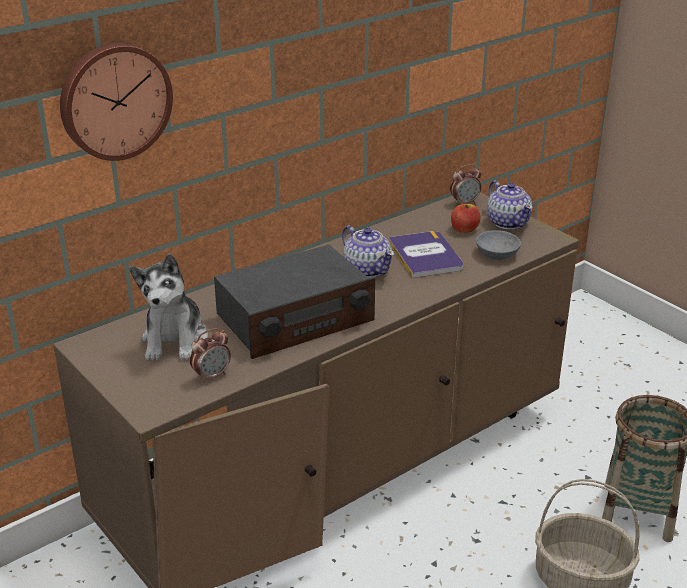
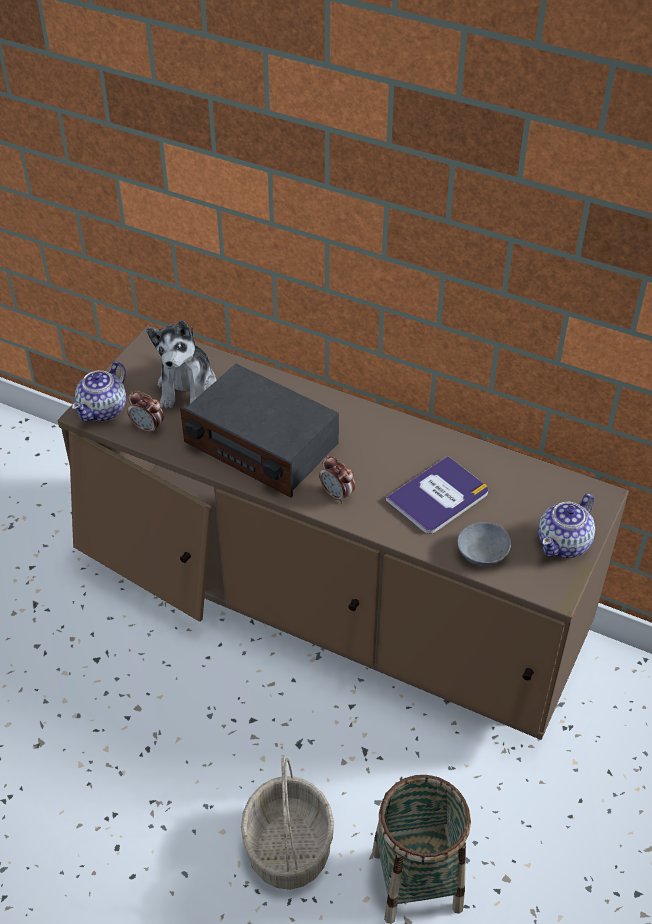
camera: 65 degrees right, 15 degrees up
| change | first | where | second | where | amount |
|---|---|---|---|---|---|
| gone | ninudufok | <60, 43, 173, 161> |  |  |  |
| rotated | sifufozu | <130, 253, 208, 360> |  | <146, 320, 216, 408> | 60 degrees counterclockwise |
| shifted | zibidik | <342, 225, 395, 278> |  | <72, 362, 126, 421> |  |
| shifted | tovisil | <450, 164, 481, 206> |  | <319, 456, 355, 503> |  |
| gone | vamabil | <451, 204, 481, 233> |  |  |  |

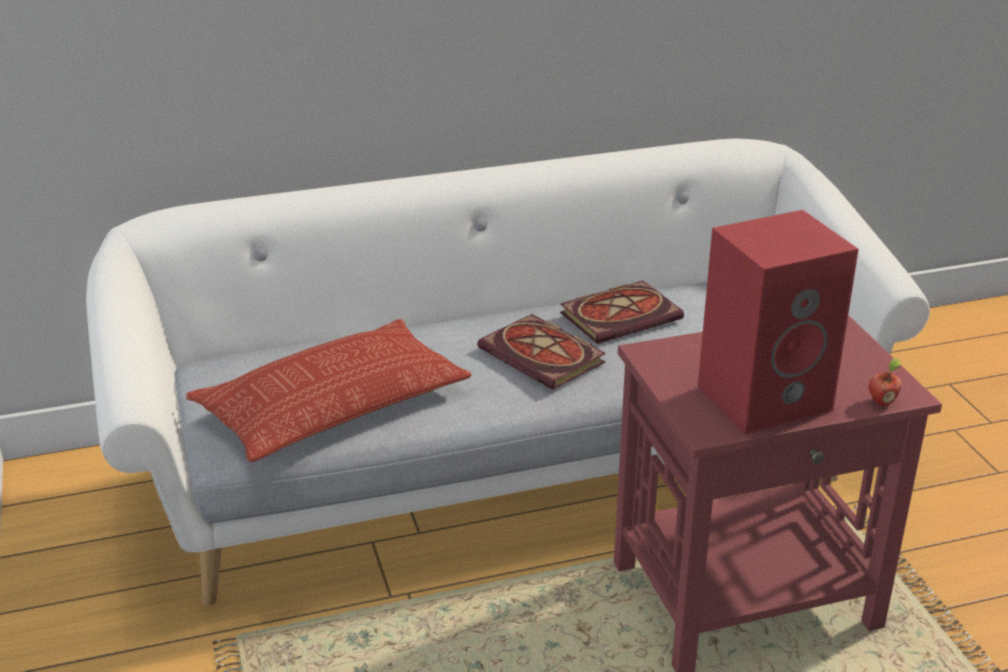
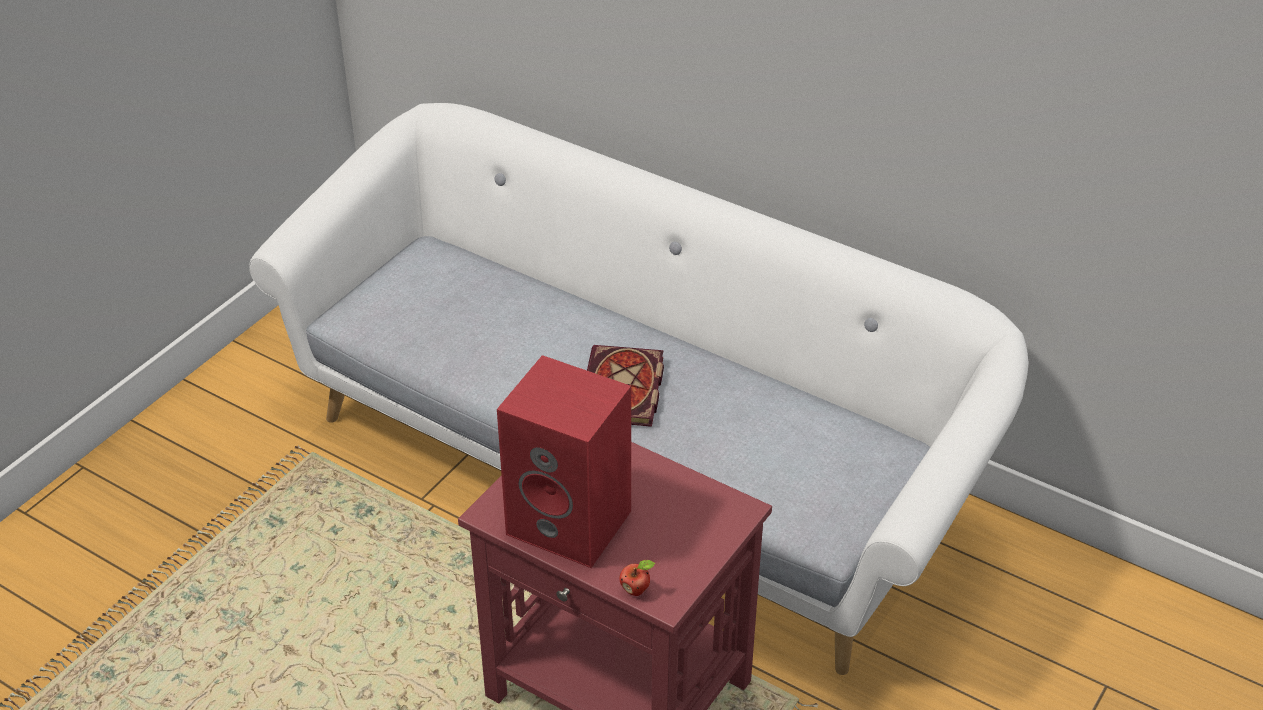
camera: 50 degrees right, 10 degrees up
| change | first | where | second | where | amount |
|---|---|---|---|---|---|
| gone | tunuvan | <186, 319, 471, 462> |  |  |  |
| gone | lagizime | <560, 281, 684, 344> |  |  |  |

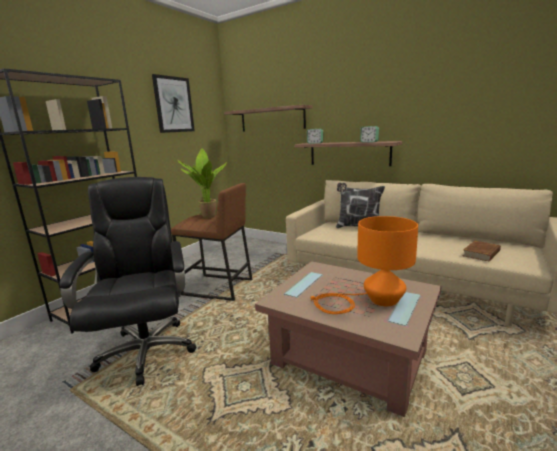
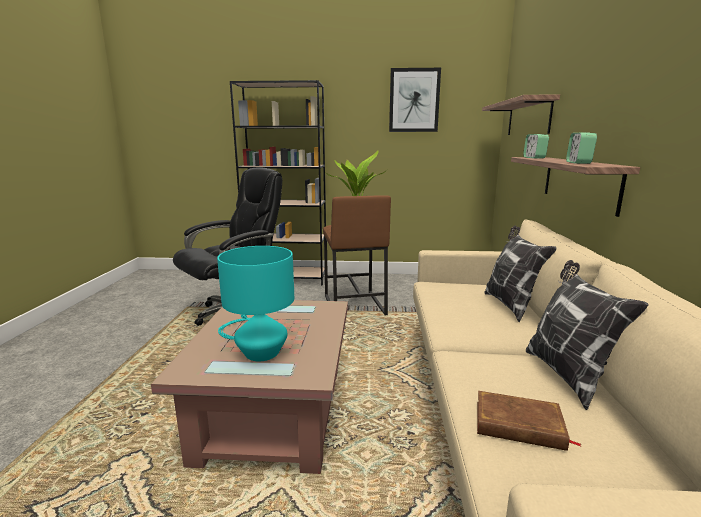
camera: 60 degrees right, 0 degrees up
| change | first | where | second | where | amount |
|---|---|---|---|---|---|
| repainted | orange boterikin | <310, 216, 418, 314> | turquoise boterikin | <217, 246, 294, 361> |  |
| new |  |  | tunuvan | <526, 260, 649, 410> |  |

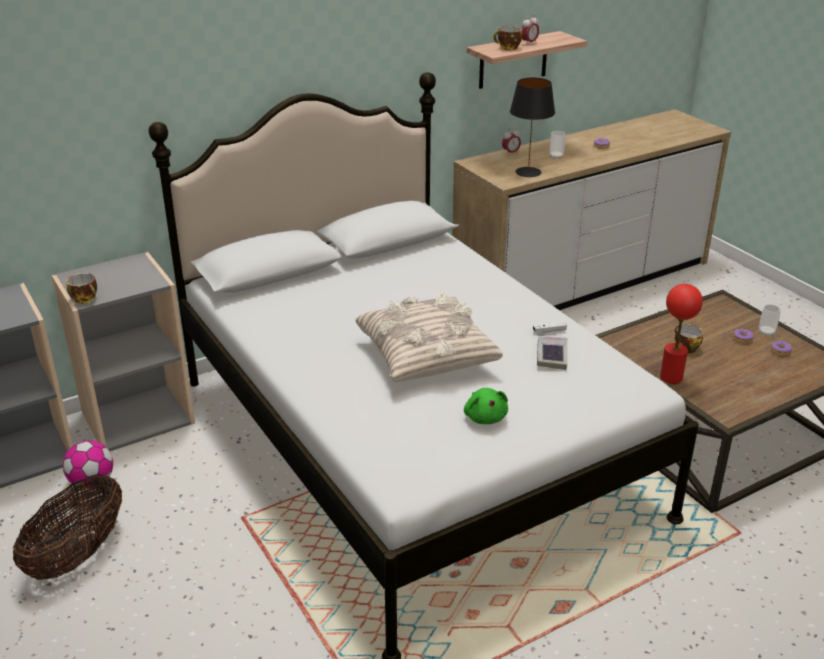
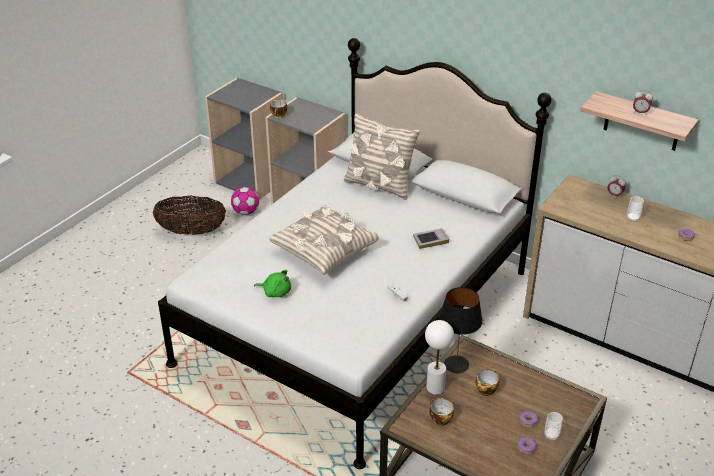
camera: 65 degrees right, 5 degrees up
| change | first | where | second | where | amount |
|---|---|---|---|---|---|
| rotated | green sifufozu | <464, 388, 508, 424> |  | <254, 270, 291, 297> | 120 degrees counterclockwise |
| shifted | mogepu | <493, 26, 522, 50> |  | <430, 398, 454, 426> |  |
| shifted | black boterikin | <510, 78, 555, 177> |  | <439, 287, 483, 373> |  |
| shifted | lagizime | <537, 336, 567, 370> |  | <413, 228, 449, 249> |  |
| repainted | red boterikin | <660, 284, 703, 384> | white boterikin | <425, 320, 454, 395> |  |
| new |  |  | beige tunuvan | <344, 113, 420, 200> |  |

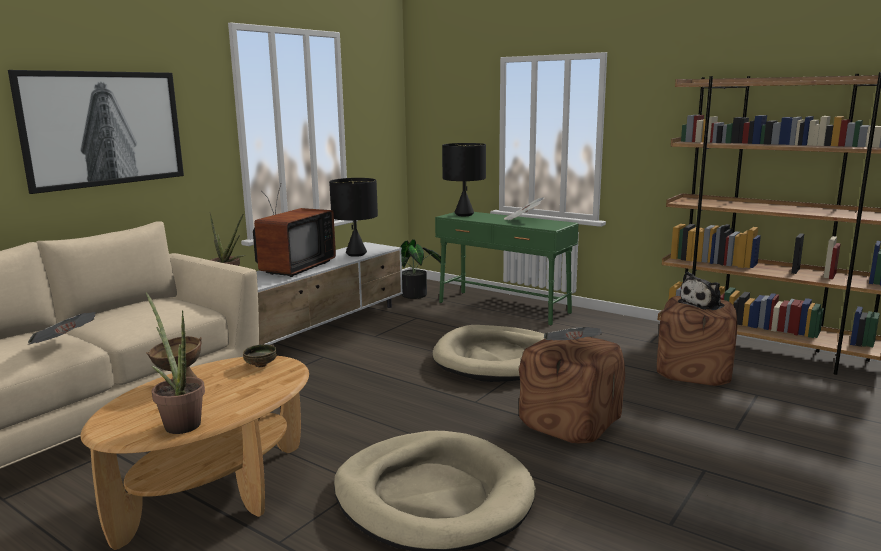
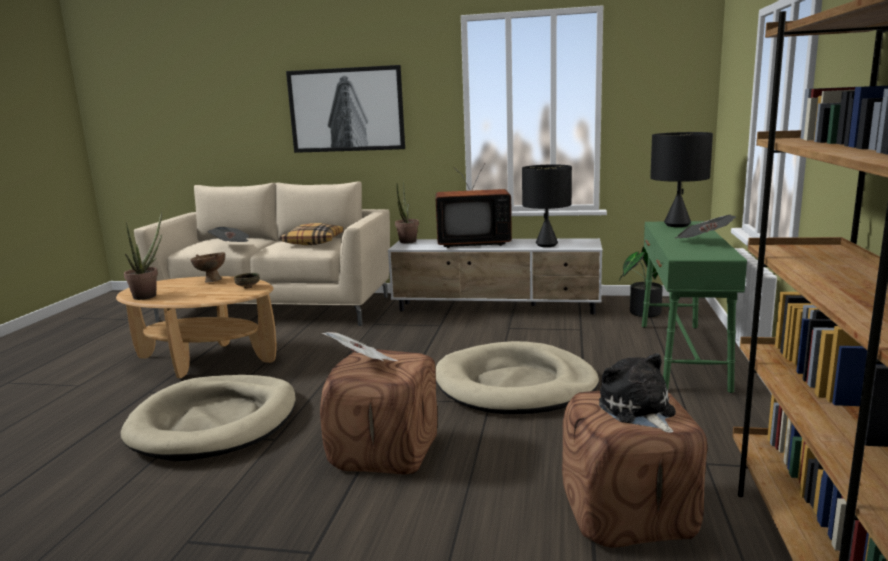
camera: 65 degrees right, 0 degrees up
| change | first | where | second | where | amount |
|---|---|---|---|---|---|
| rotated | sifufozu | <678, 272, 724, 310> |  | <599, 353, 676, 433> | 45 degrees clockwise |
| new |  |  | tunuvan | <280, 223, 344, 245> |  |

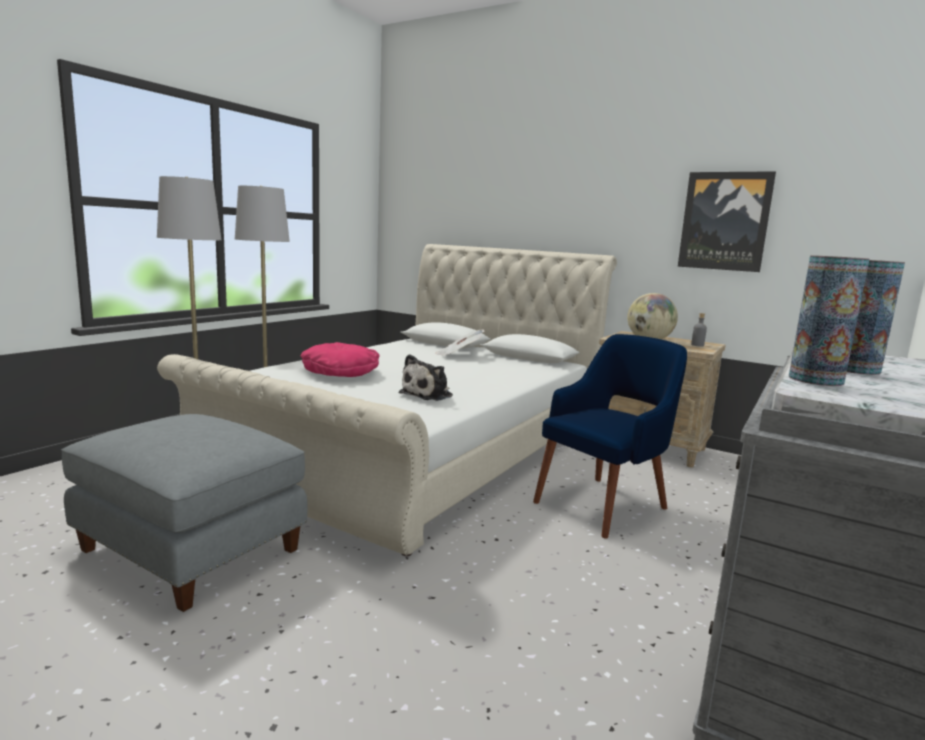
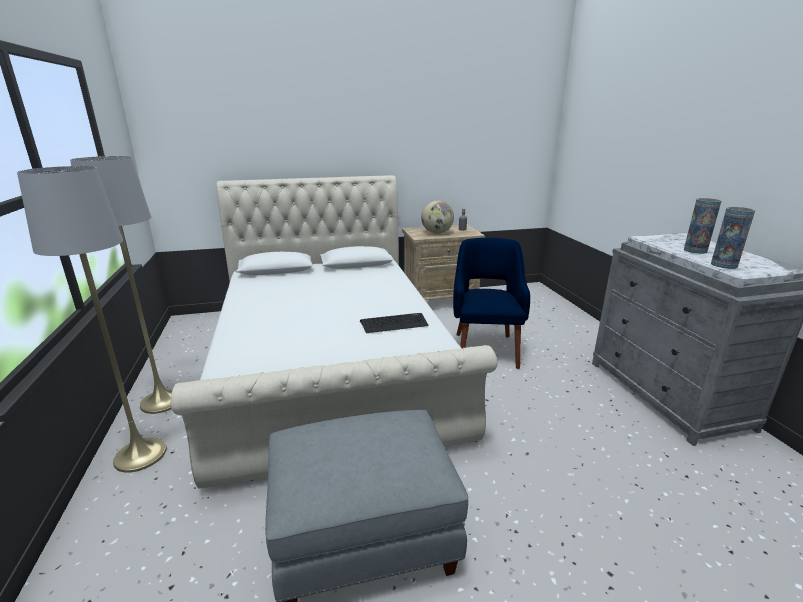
camera: 45 degrees left, 10 degrees up
| change | first | where | second | where | amount |
|---|---|---|---|---|---|
| gone | pink tunuvan | <301, 342, 379, 377> |  |  |  |
| swapped | sifufozu | <399, 354, 453, 401> | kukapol | <360, 313, 428, 333> |  |
| gone | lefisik | <435, 329, 485, 356> |  |  |  |
| gone | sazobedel | <678, 171, 776, 272> |  |  |  |

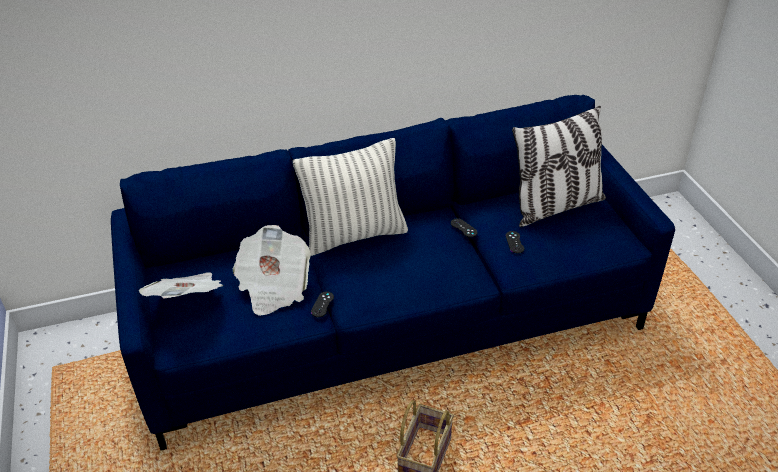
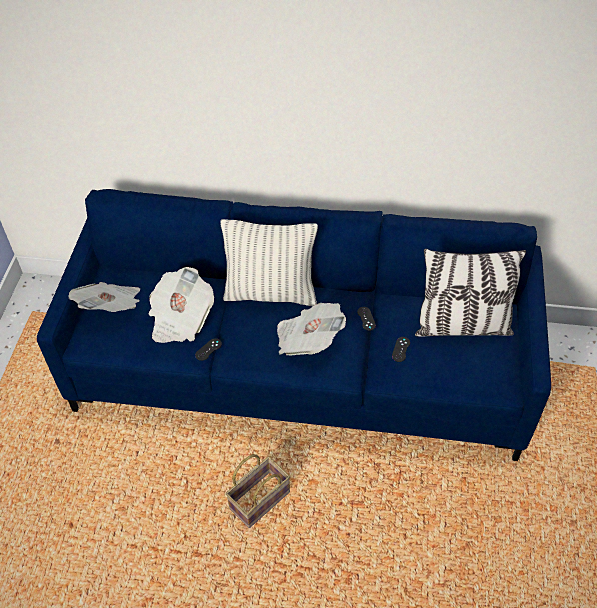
camera: 25 degrees right, 10 degrees up
| change | first | where | second | where | amount |
|---|---|---|---|---|---|
| new |  |  | lefisik | <277, 303, 346, 356> |  |

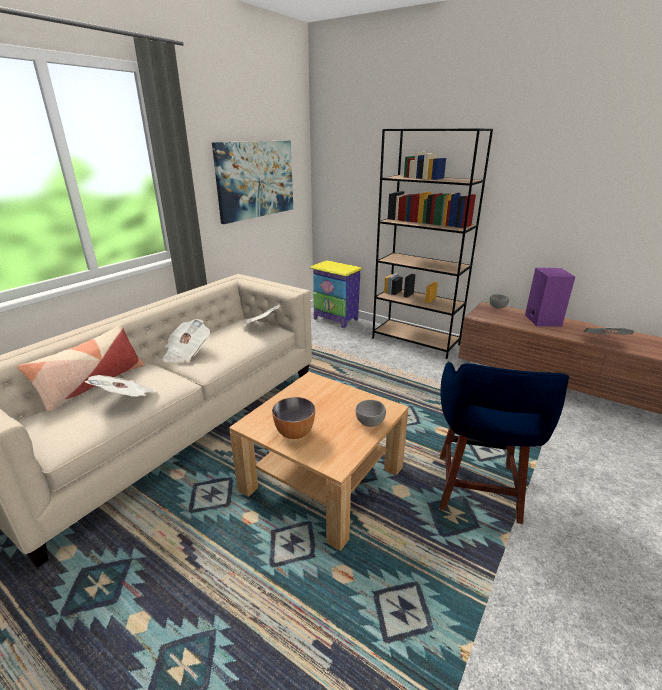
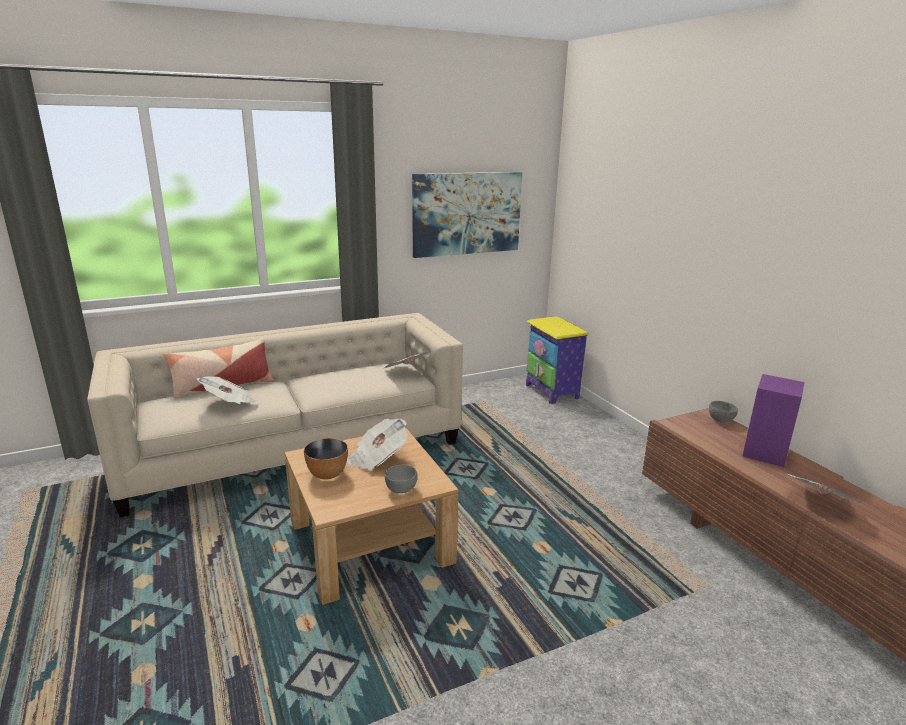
camera: 30 degrees right, 5 degrees down
| change | first | where | second | where | amount |
|---|---|---|---|---|---|
| shifted | lefisik | <163, 319, 210, 363> |  | <346, 419, 408, 471> |  |
| gone | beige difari | <372, 129, 493, 359> |  |  |  |
| gone | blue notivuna | <440, 361, 569, 524> |  |  |  |

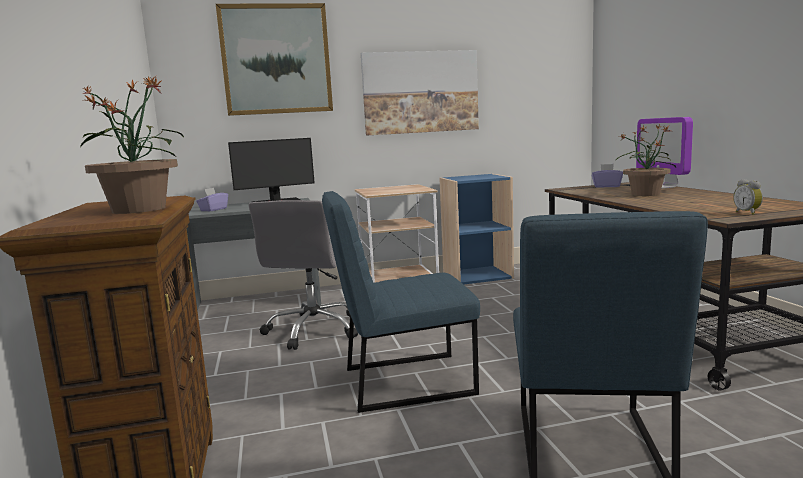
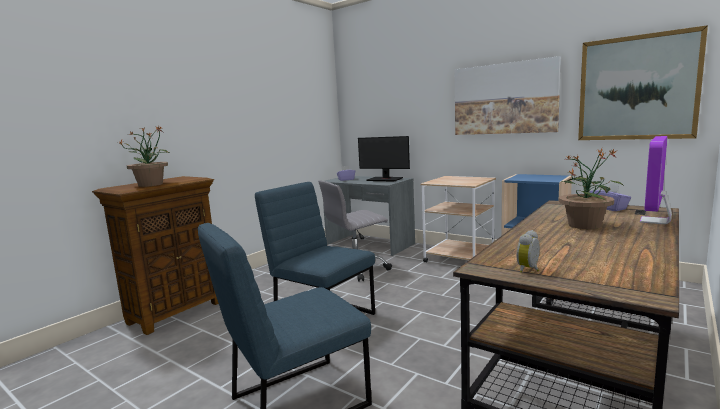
camera: 50 degrees right, 0 degrees up
| change | first | where | second | where | amount |
|---|---|---|---|---|---|
| shifted | sazobedel | <216, 3, 333, 116> |  | <578, 25, 708, 140> |  |

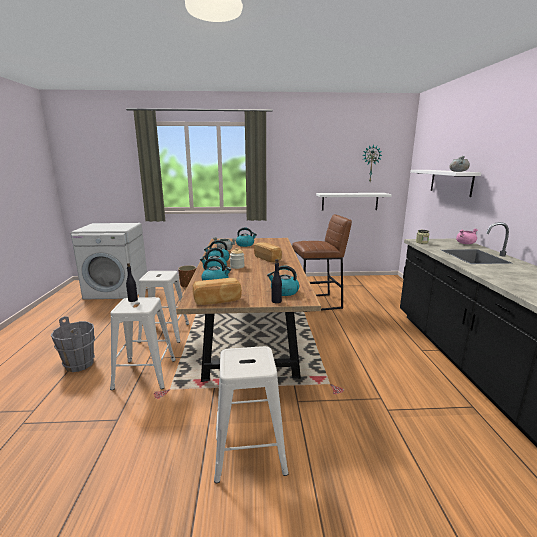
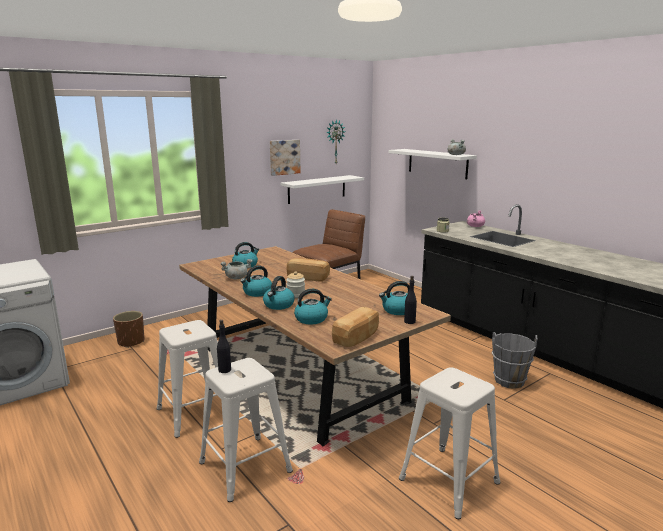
camera: 35 degrees left, 0 degrees up
| change | first | where | second | where | amount |
|---|---|---|---|---|---|
| shifted | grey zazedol | <51, 316, 95, 372> |  | <491, 332, 537, 389> |  |
| new |  |  | sazobedel | <270, 140, 301, 176> |  |

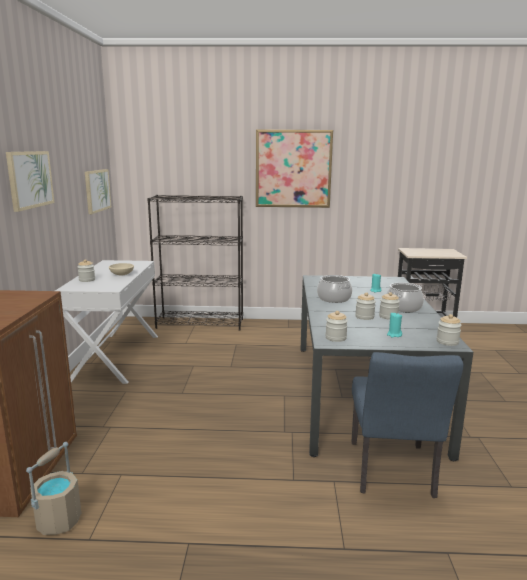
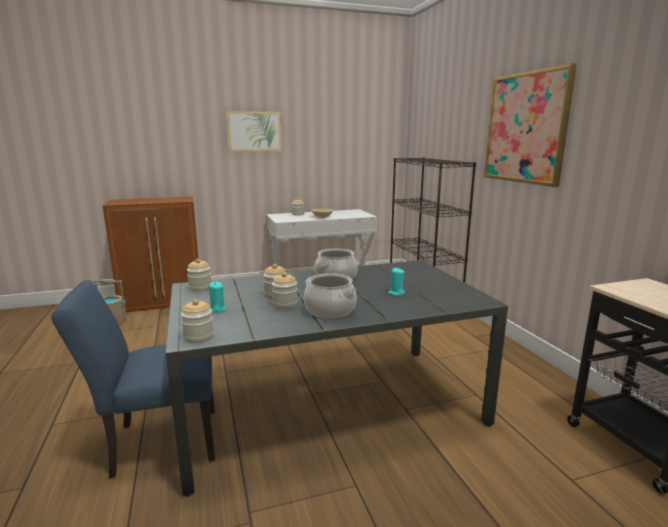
camera: 70 degrees right, 0 degrees up
| change | first | where | second | where | amount |
|---|---|---|---|---|---|
| gone | sazobedel | <85, 169, 111, 214> |  |  |  |

